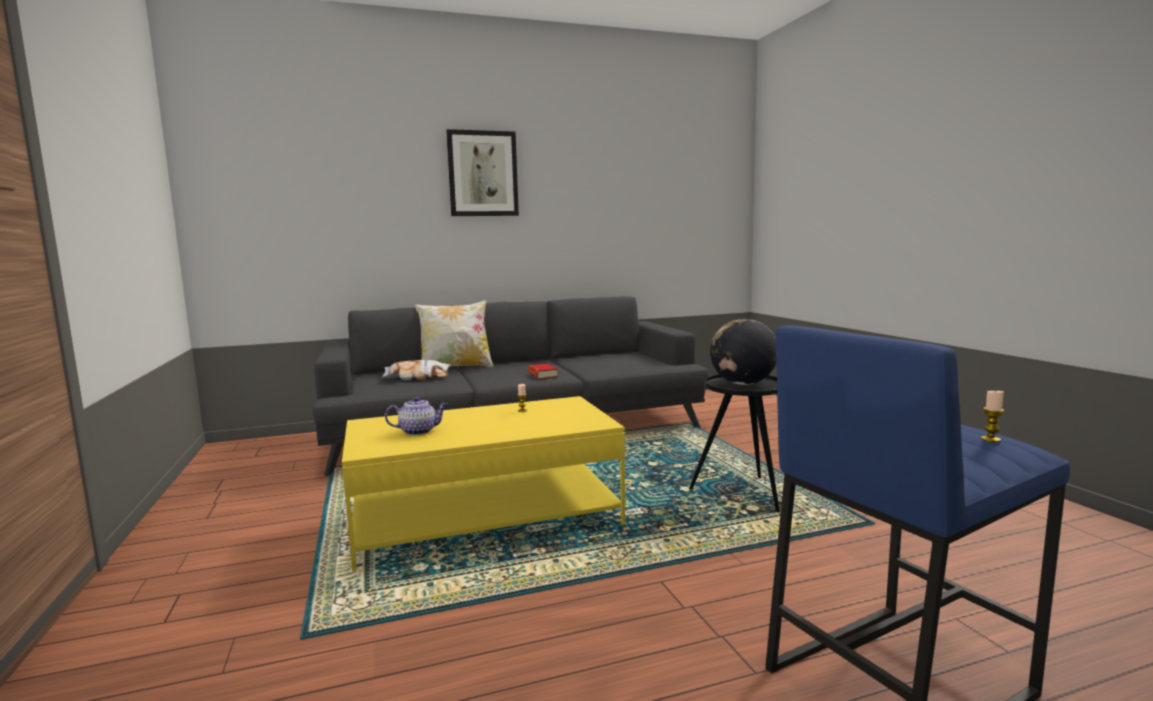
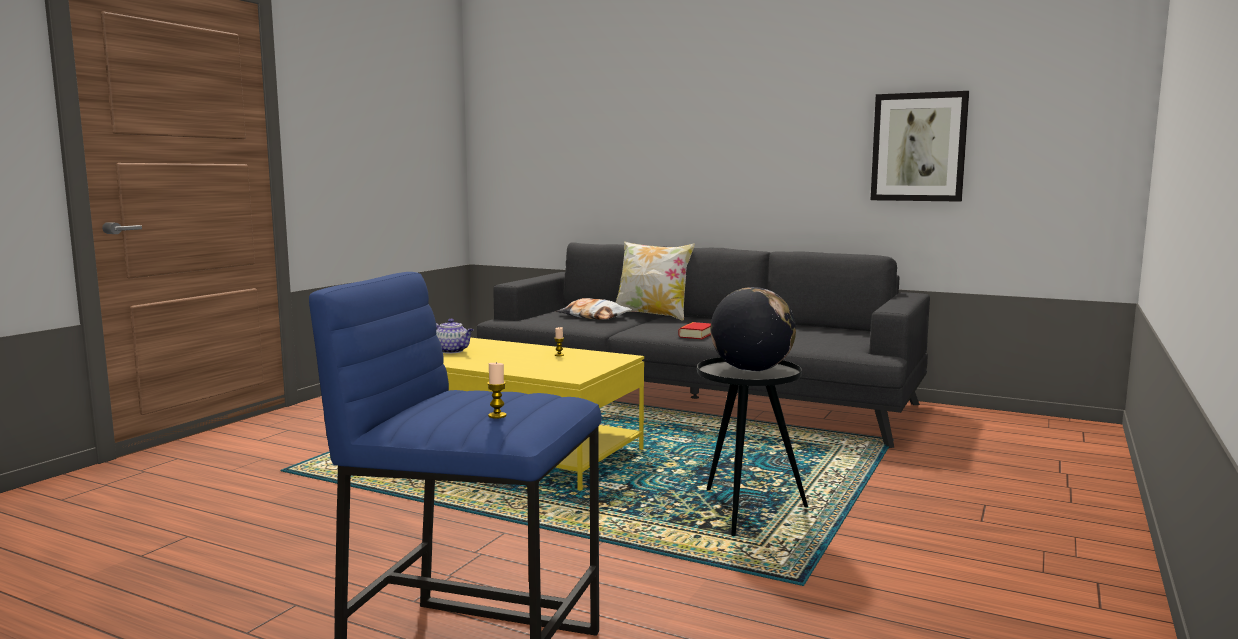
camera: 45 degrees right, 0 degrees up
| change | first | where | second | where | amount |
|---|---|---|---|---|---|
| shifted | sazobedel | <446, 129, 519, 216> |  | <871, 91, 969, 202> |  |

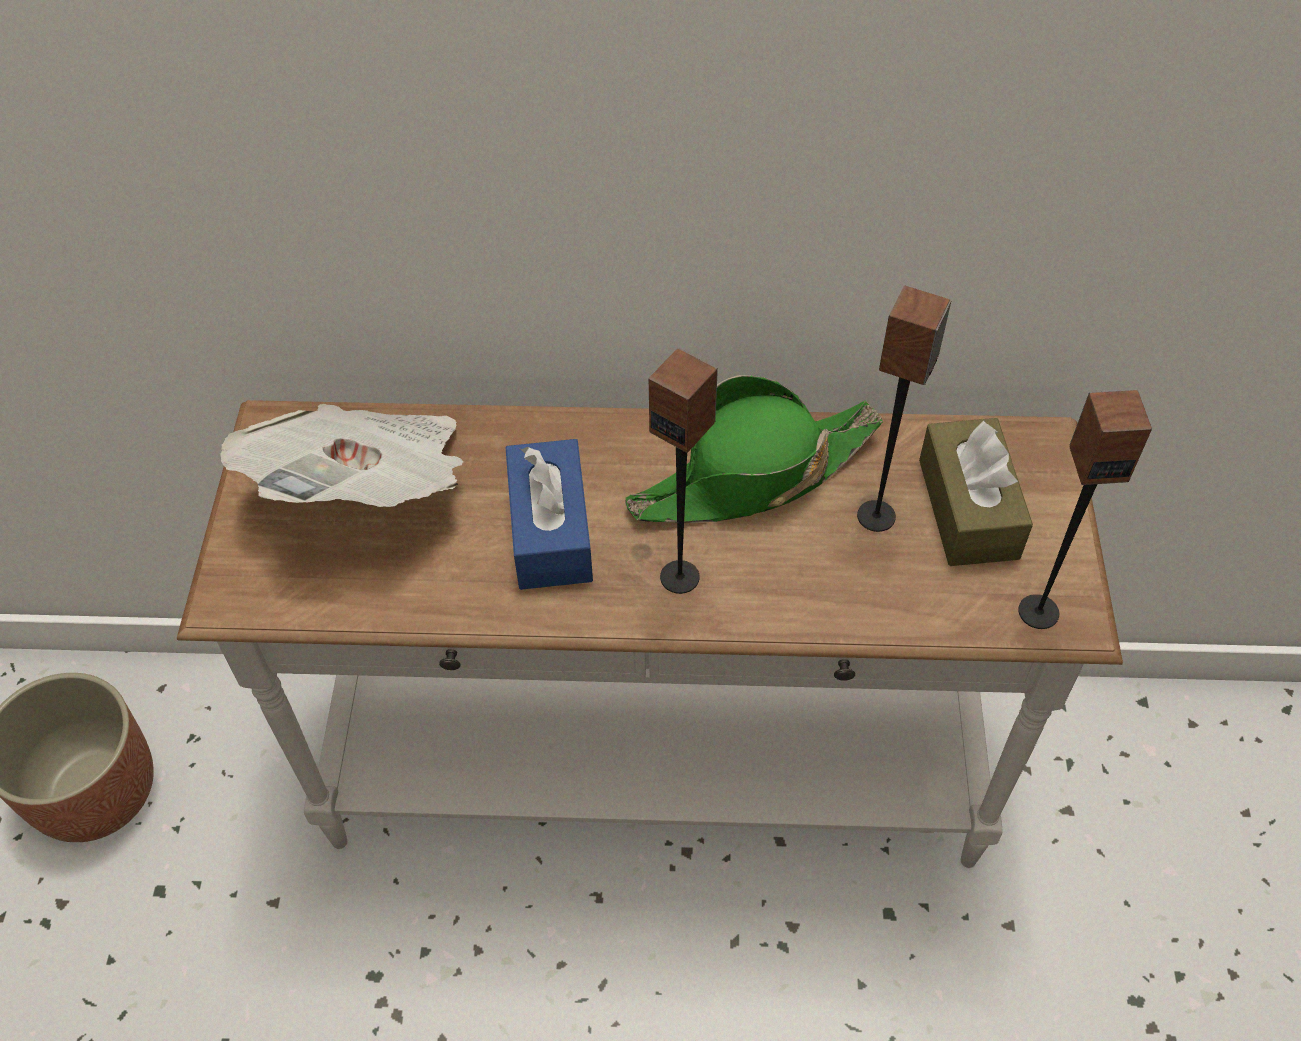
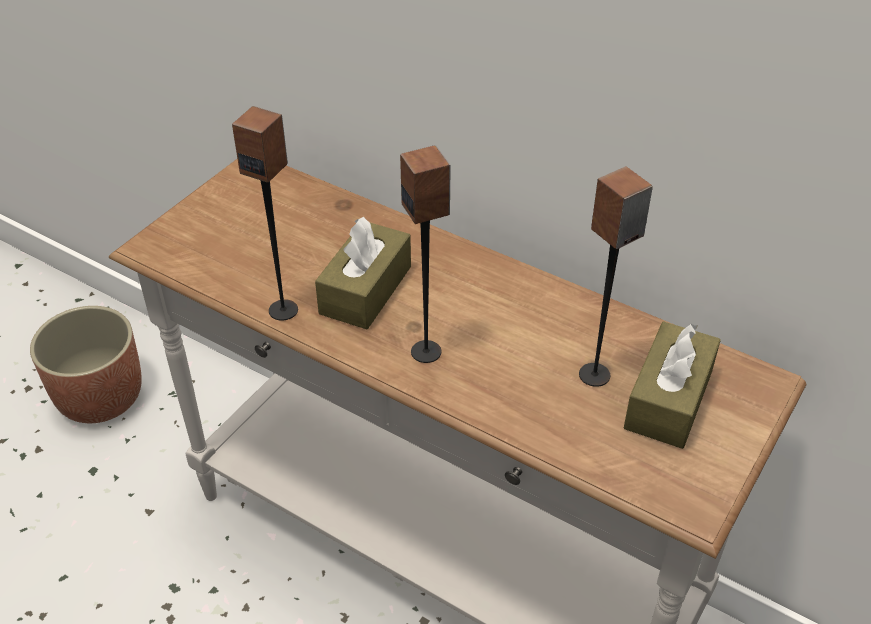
camera: 30 degrees right, 10 degrees down
| change | first | where | second | where | amount |
|---|---|---|---|---|---|
| gone | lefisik | <221, 404, 463, 507> |  |  |  |
| repainted | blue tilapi | <505, 439, 593, 590> | brown tilapi | <315, 217, 411, 329> |  |
| gone | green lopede | <625, 375, 883, 523> |  |  |  |
| shifted | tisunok | <1018, 389, 1152, 629> |  | <232, 106, 298, 321> |  |

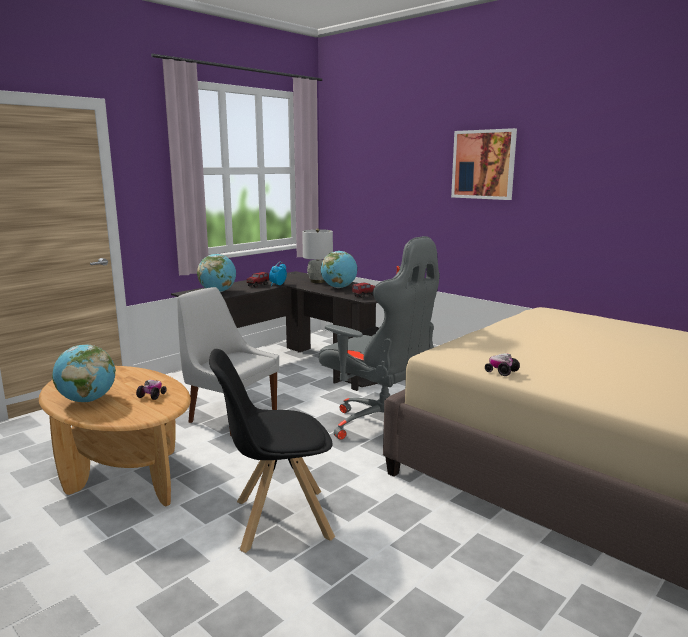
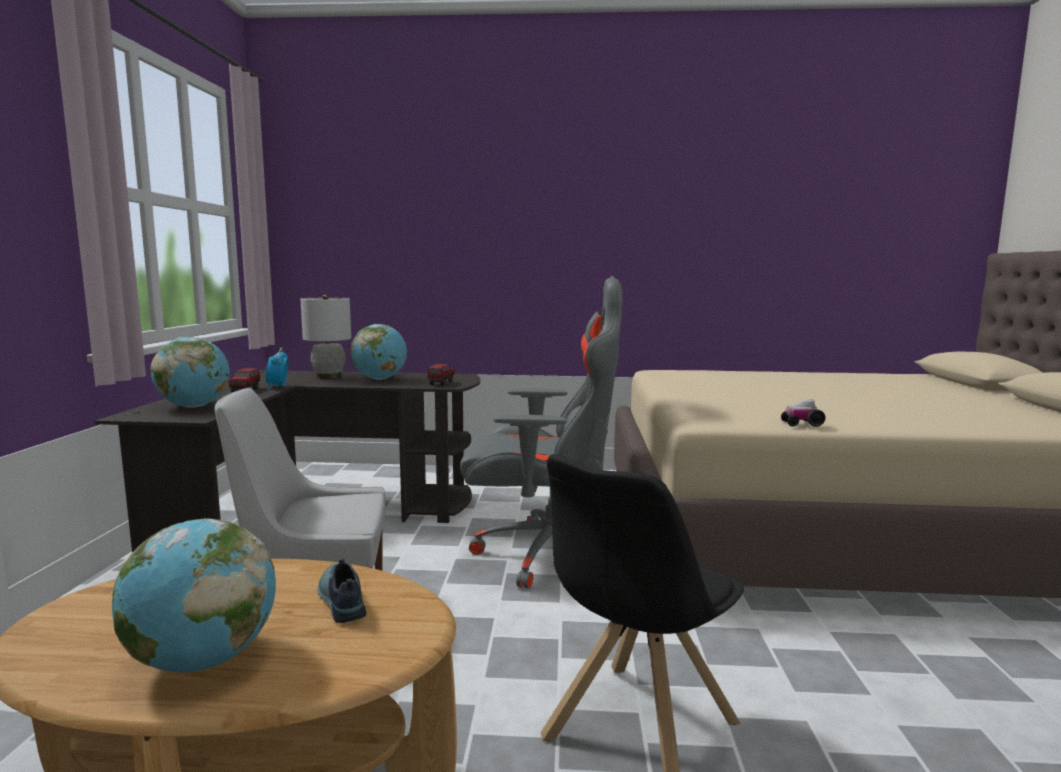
camera: 40 degrees left, 5 degrees down
| change | first | where | second | where | amount |
|---|---|---|---|---|---|
| swapped | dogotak | <136, 380, 167, 400> | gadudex | <317, 558, 366, 623> |  |
| gone | sazobedel | <451, 128, 517, 200> |  |  |  |

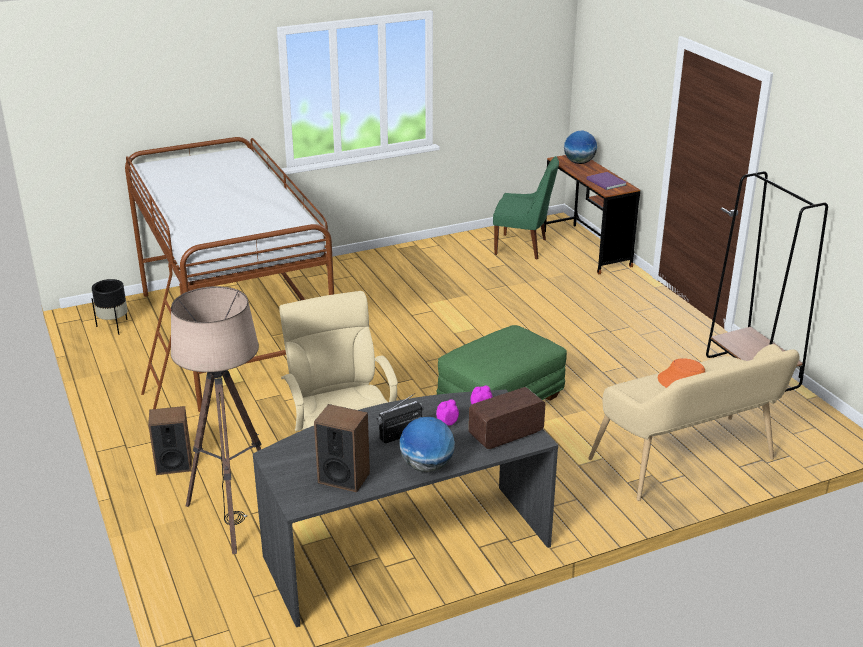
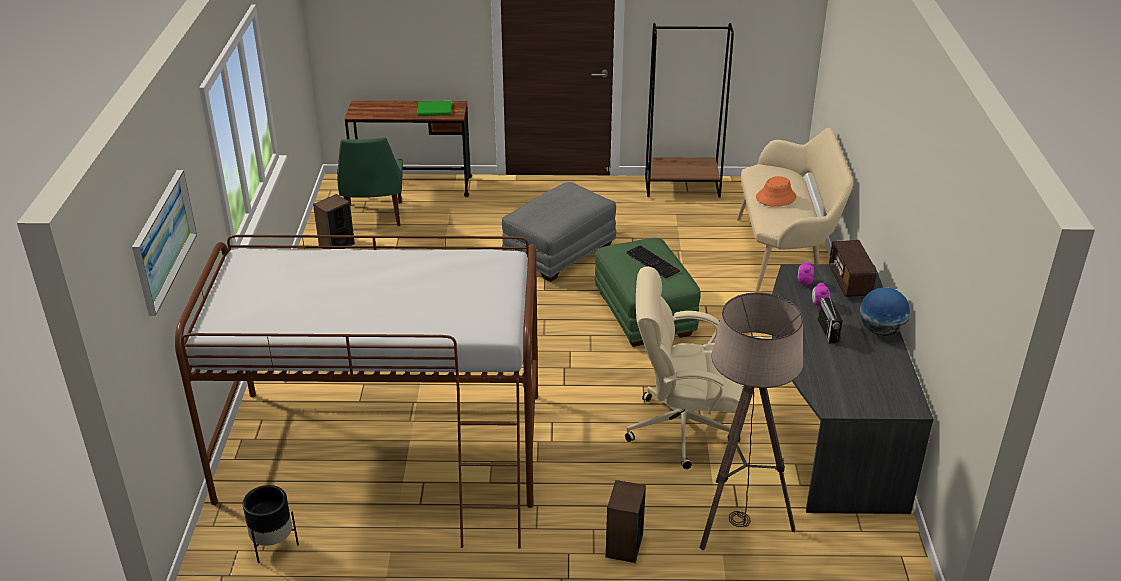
camera: 65 degrees left, 5 degrees up
| change | first | where | second | where | amount |
|---|---|---|---|---|---|
| shifted | tisunok | <314, 404, 370, 492> |  | <313, 194, 355, 249> |  |
| rotated | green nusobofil | <493, 156, 559, 259> |  | <337, 138, 403, 226> | 135 degrees clockwise |
| gone | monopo | <564, 131, 597, 164> |  |  |  |
| repainted | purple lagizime | <586, 172, 627, 190> | green lagizime | <418, 101, 452, 116> |  |
| new |  |  | sazobedel | <132, 170, 197, 316> |  |
| new |  |  | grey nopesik | <502, 182, 616, 282> |  |
| new |  |  | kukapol | <626, 245, 680, 278> |  |

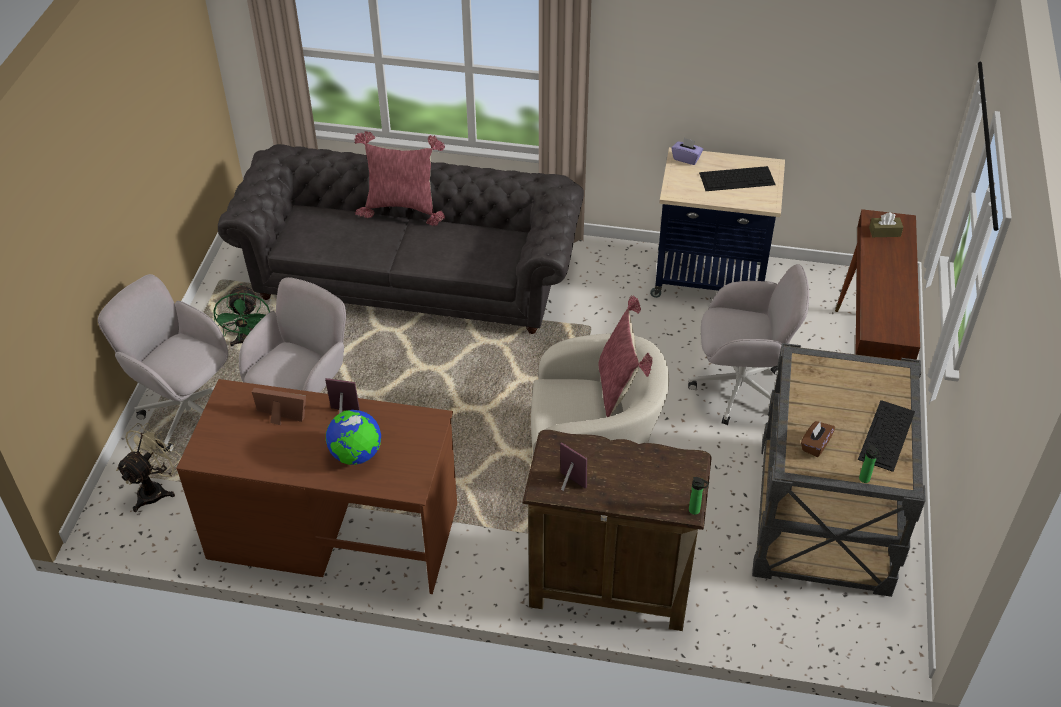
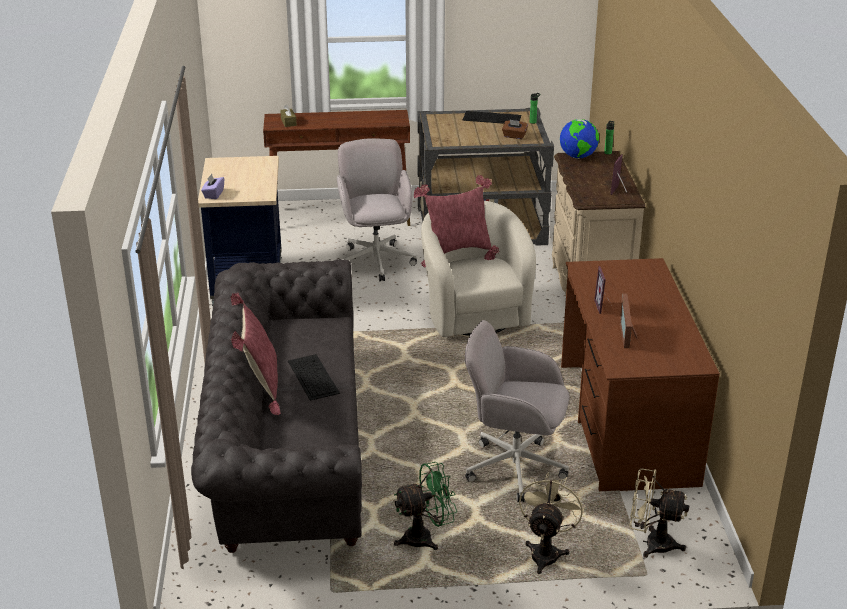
camera: 105 degrees left, 15 degrees down
| change | first | where | second | where | amount |
|---|---|---|---|---|---|
| swapped | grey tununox | <98, 274, 232, 452> | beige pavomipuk | <519, 472, 585, 574> |  |
| shifted | monopo | <326, 410, 381, 465> |  | <560, 119, 599, 158> |  |
| shifted | kukapol | <699, 166, 776, 191> |  | <288, 354, 340, 401> |  |

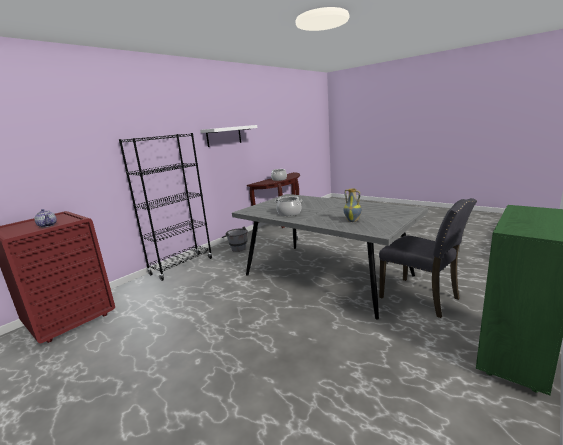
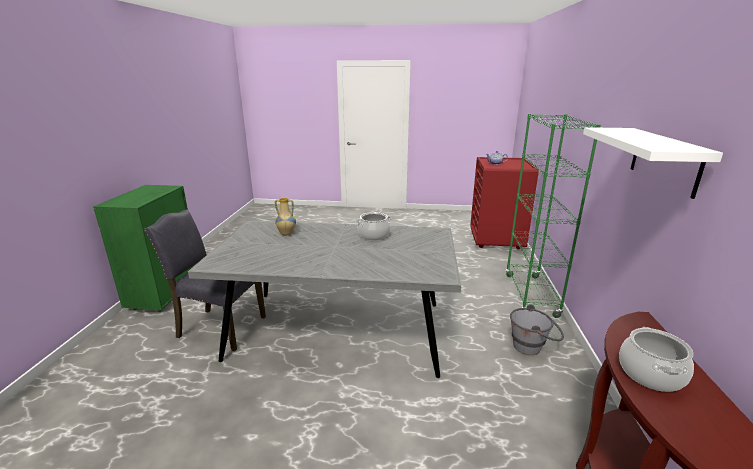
camera: 145 degrees right, 5 degrees up
| change | first | where | second | where | amount |
|---|---|---|---|---|---|
| repainted | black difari | <119, 133, 212, 281> | green difari | <506, 114, 601, 318> |  |

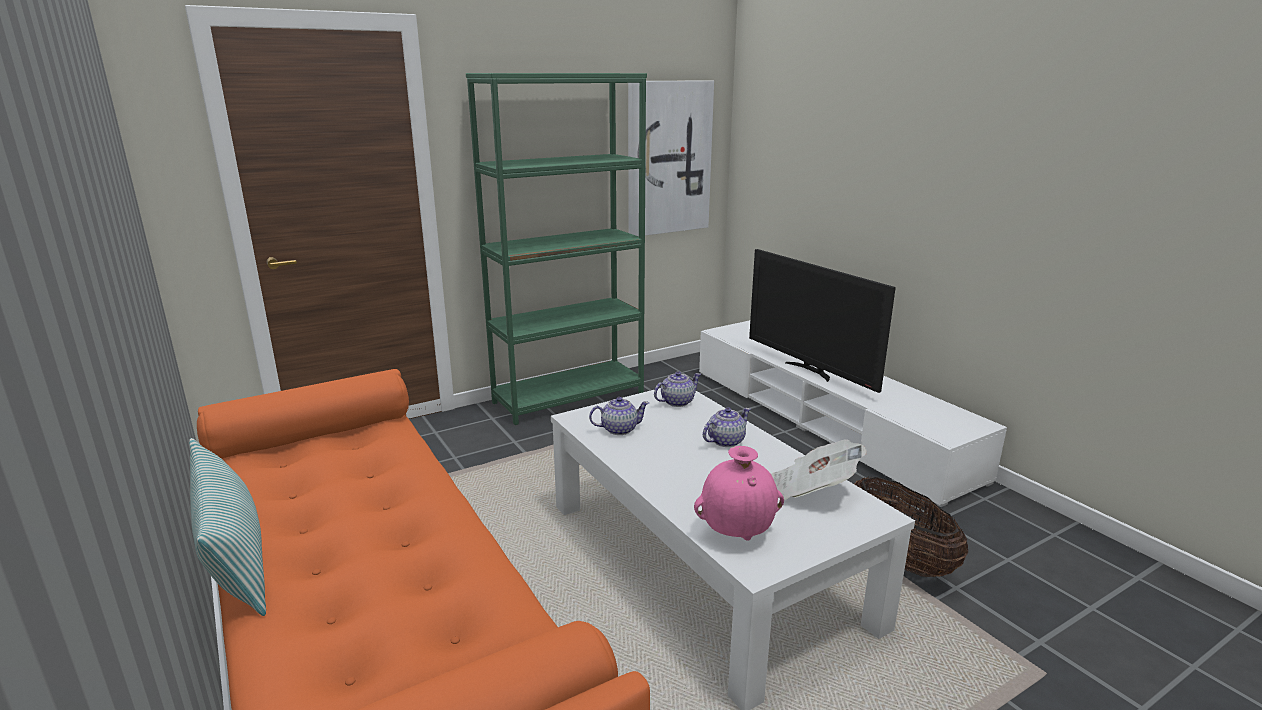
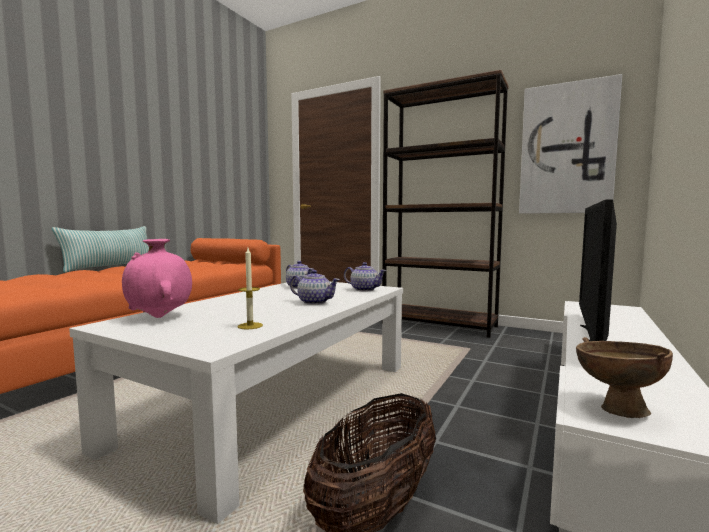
camera: 60 degrees right, 15 degrees down
| change | first | where | second | where | amount |
|---|---|---|---|---|---|
| repainted | green difari | <466, 73, 647, 425> | brown difari | <382, 70, 509, 338> |  |
| swapped | lefisik | <771, 439, 867, 500> | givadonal | <238, 248, 263, 330> |  |
| new |  |  | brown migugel | <576, 337, 673, 418> |  |

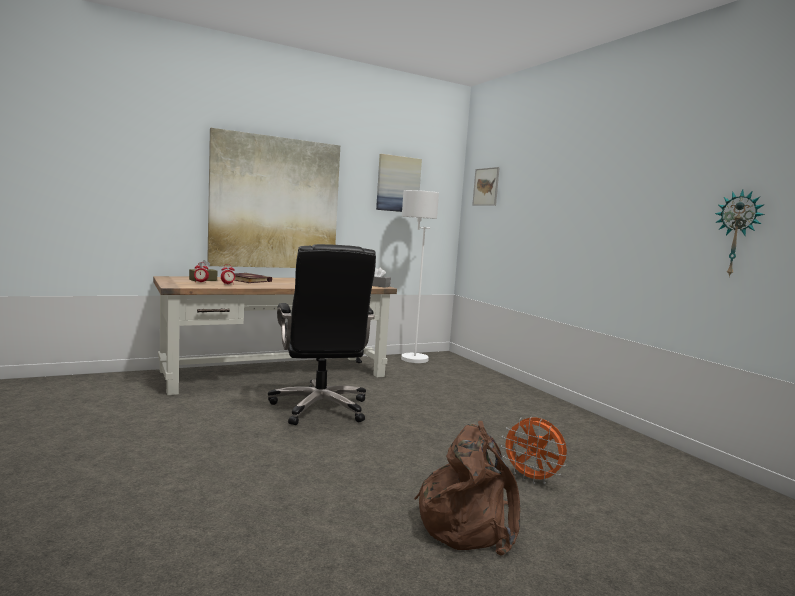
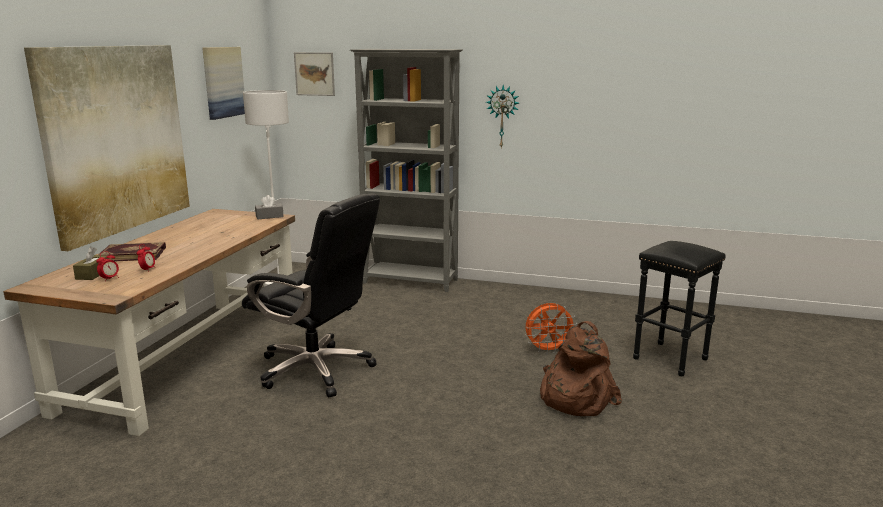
camera: 45 degrees left, 10 degrees up
| change | first | where | second | where | amount |
|---|---|---|---|---|---|
| shifted | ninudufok | <715, 190, 765, 277> |  | <486, 85, 519, 148> |  |
| new |  |  | grey difari | <350, 49, 463, 292> |  |
| new |  |  | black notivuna | <633, 241, 726, 376> |  |

